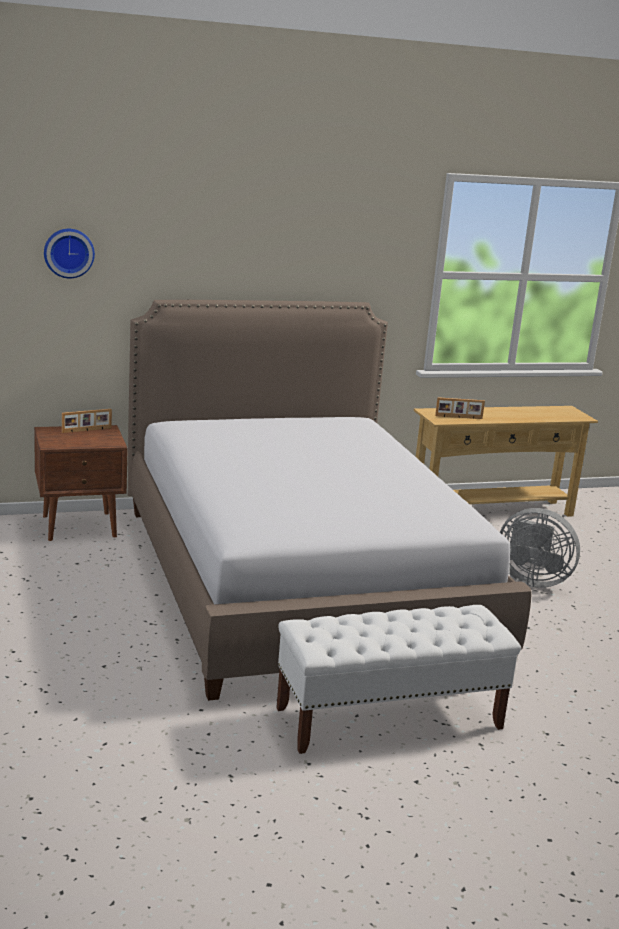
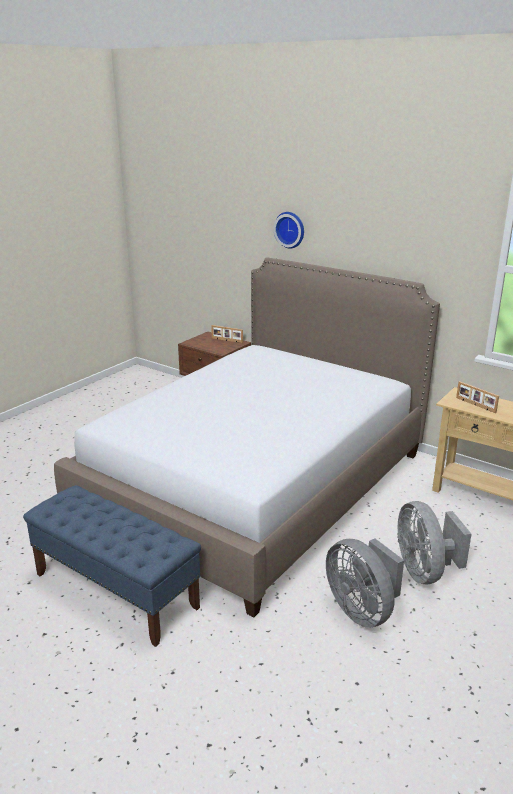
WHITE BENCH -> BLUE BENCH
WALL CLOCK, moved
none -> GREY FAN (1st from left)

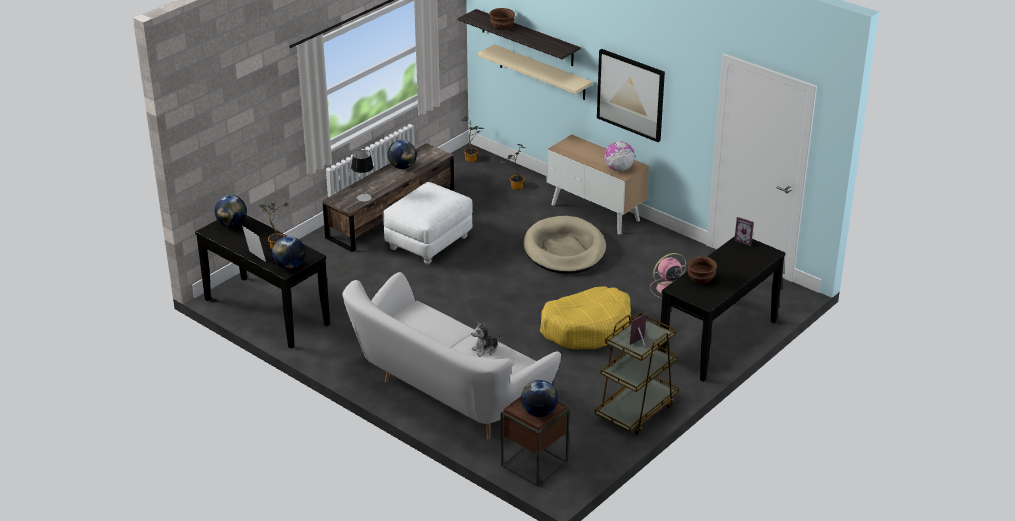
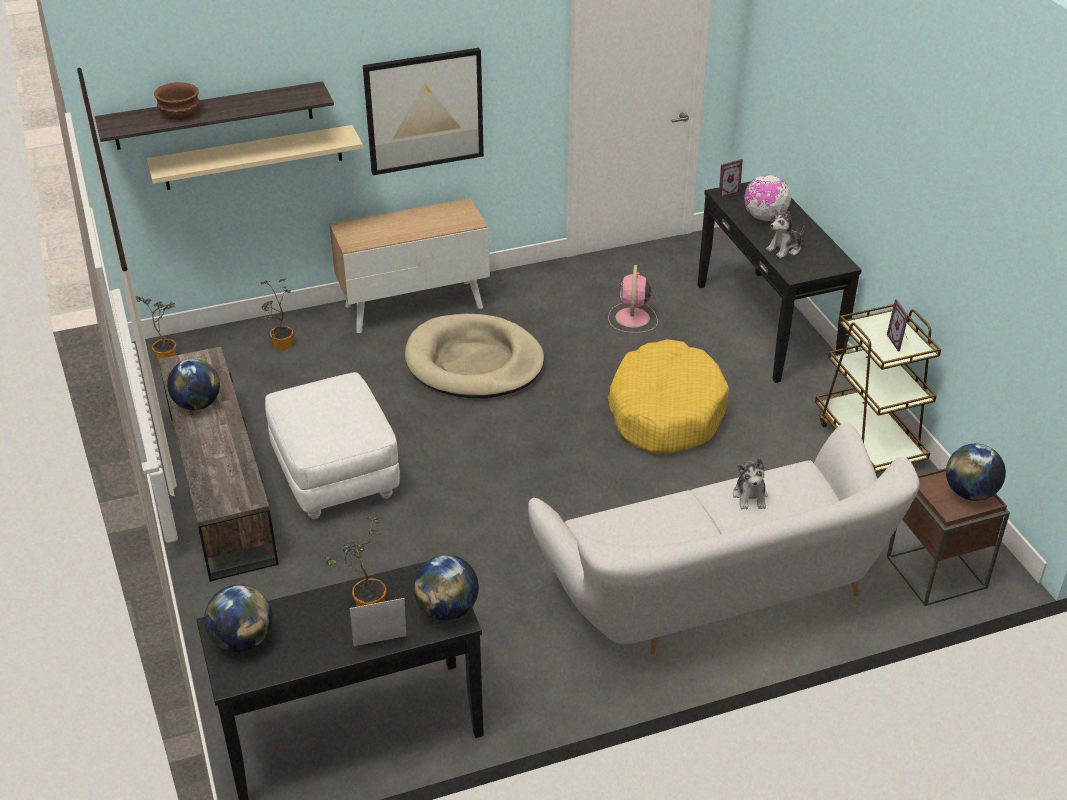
GLOBE (5th from left in the first image) -> GLOBE (4th from left), moved
BROWN BOWL (2nd from left) -> PLUSH TOY (2nd from left)
TABLE LAMP -> none

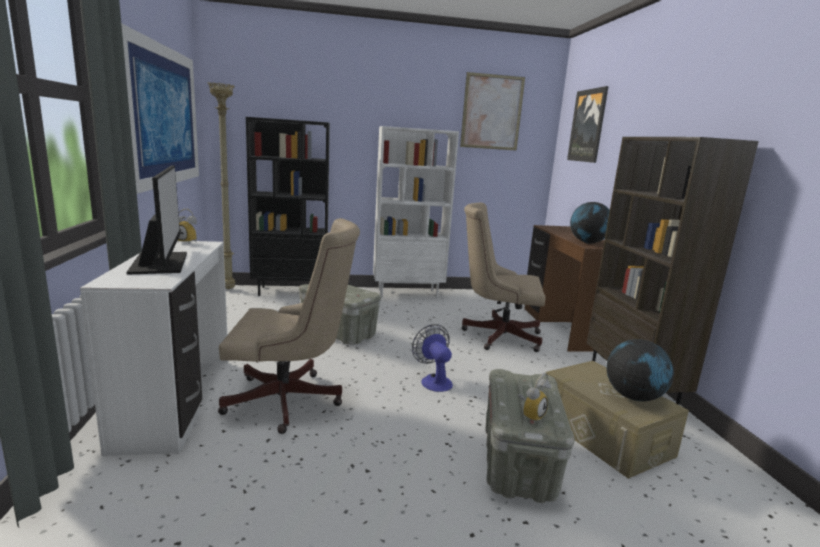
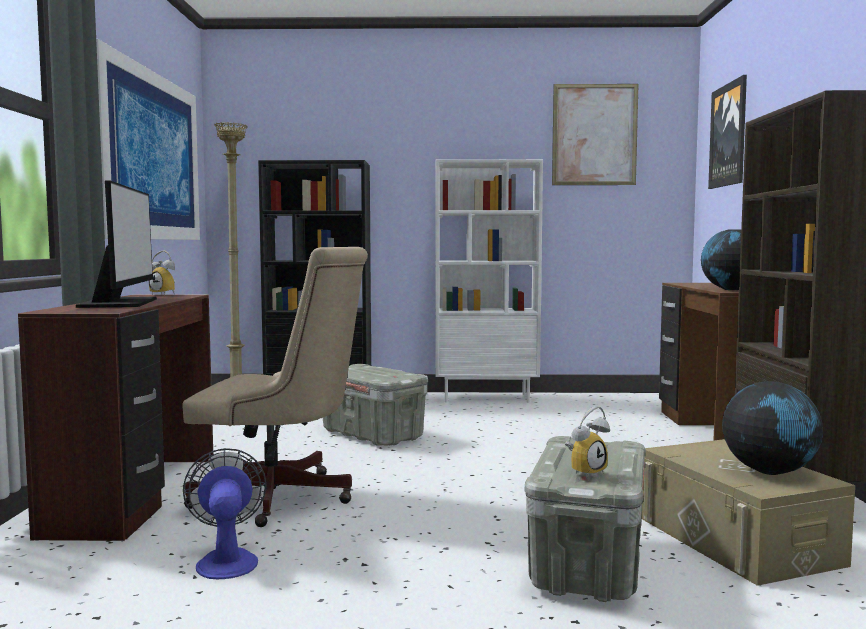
WHITE DESK -> BROWN DESK (1st from left)
FAN, moved
BEIGE OFFICE CHAIR (2nd from left) -> none

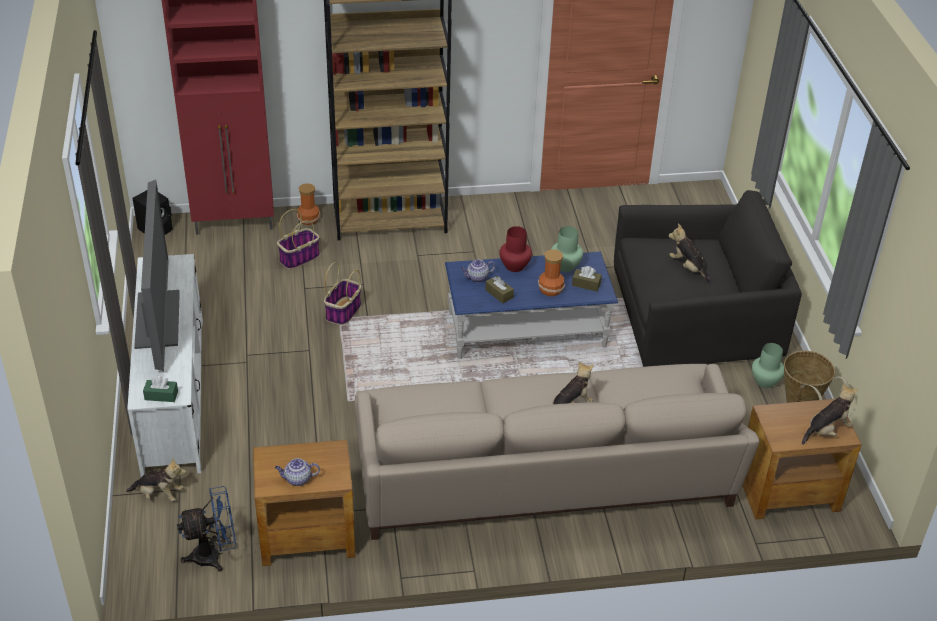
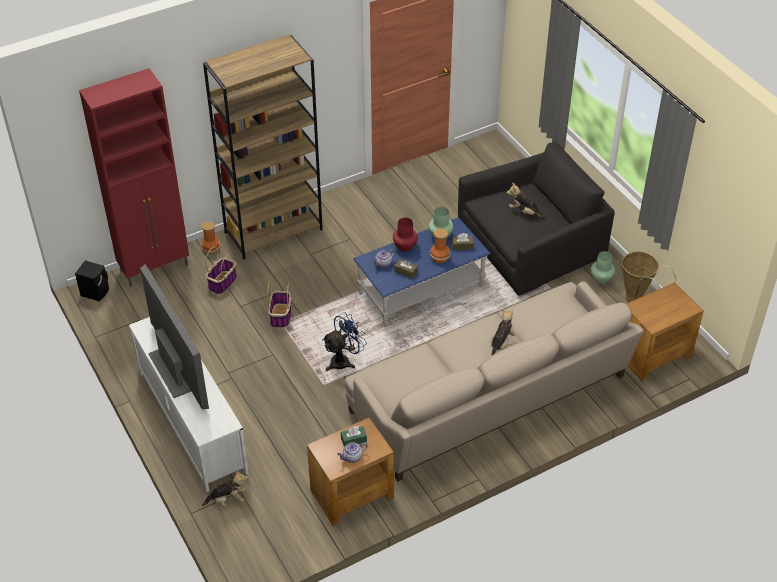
BLUE FAN, moved
GREEN TISSUE BOX, moved
PLUSH TOY (4th from left) -> none

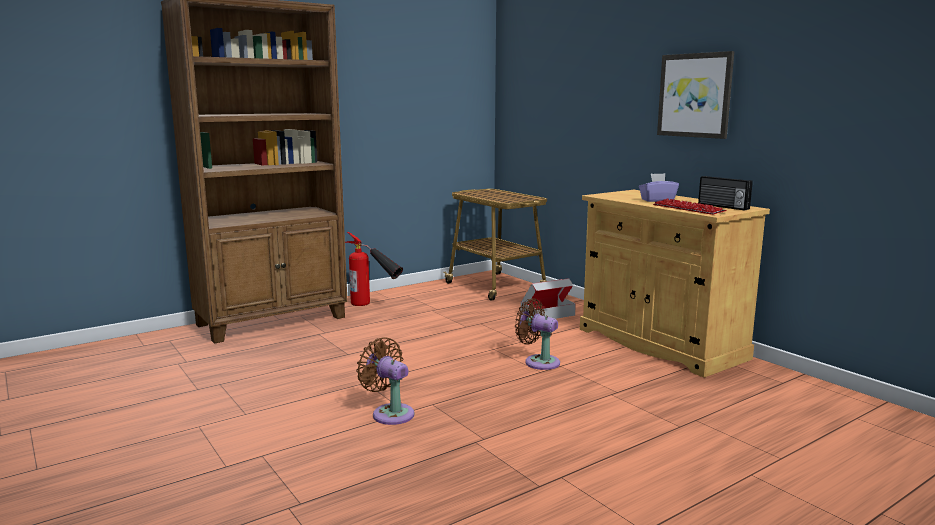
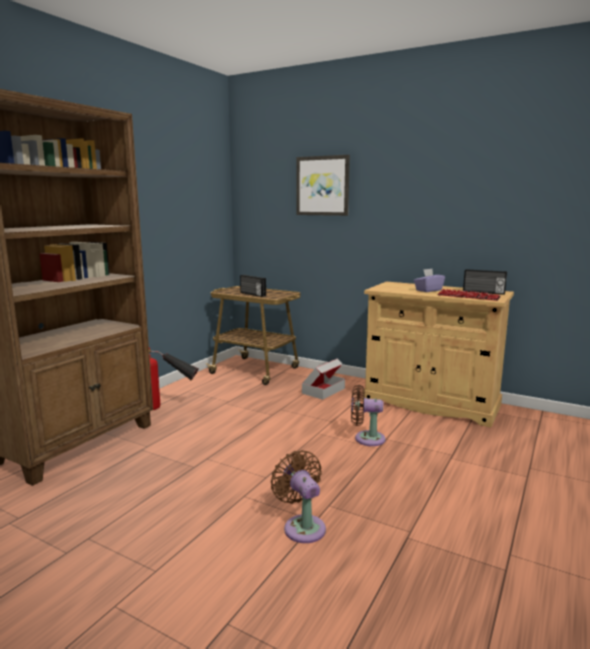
none -> RADIO (1st from left)
BROWN FAN (1st from left), 45 degrees clockwise
PICTURE, moved

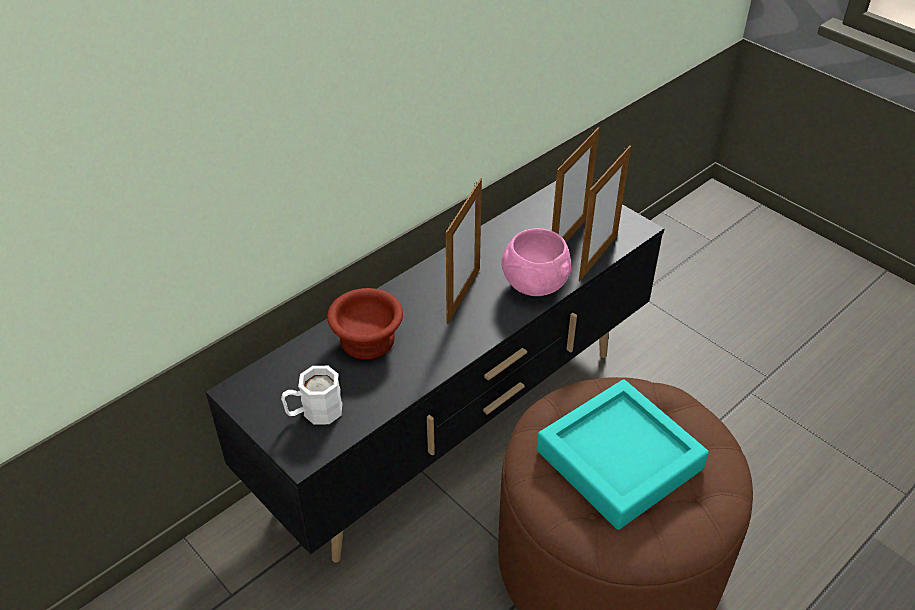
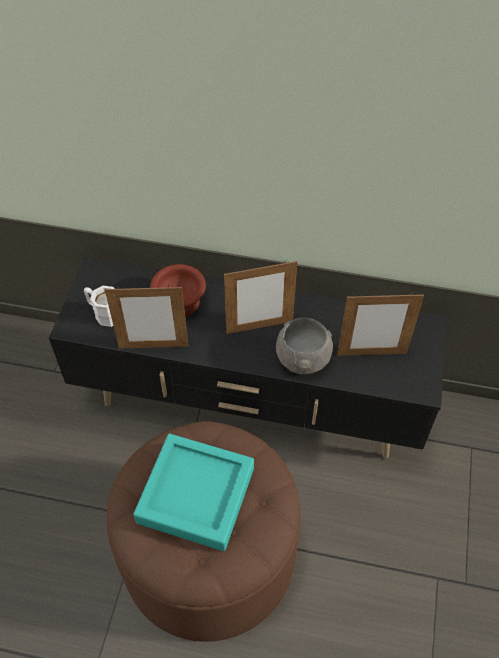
PICTURE FRAME (3rd from left in the first image) -> PICTURE FRAME (1st from left), moved
PINK BOWL -> GREY BOWL

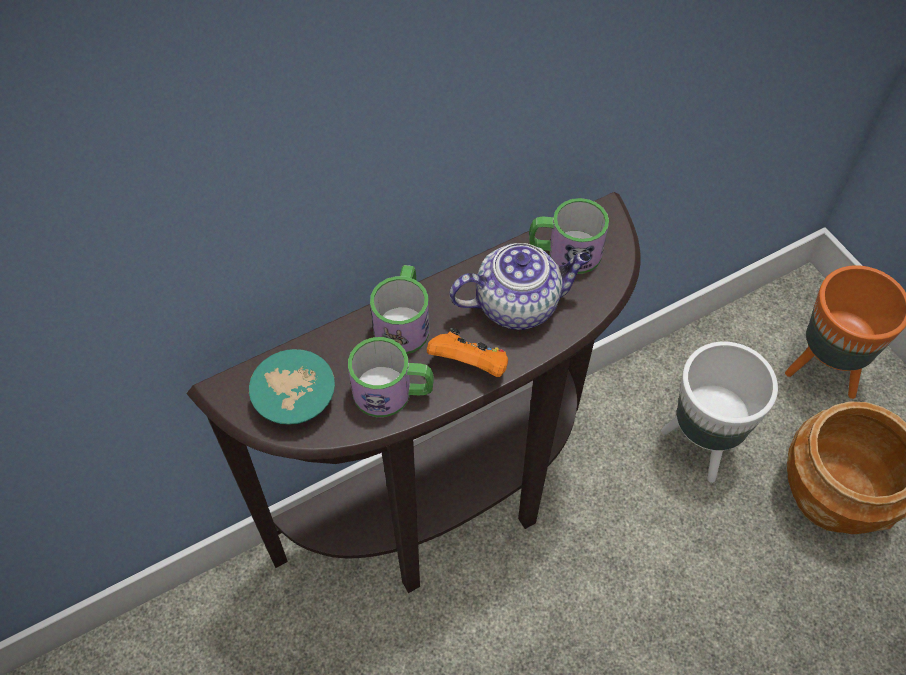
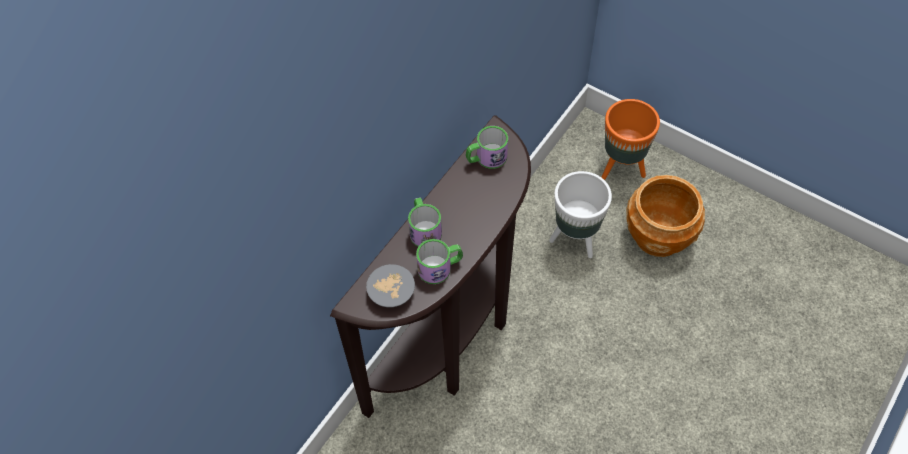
TURQUOISE BOWL -> GREY BOWL
ORANGE GAME CONTROLLER -> none
TEAPOT -> none

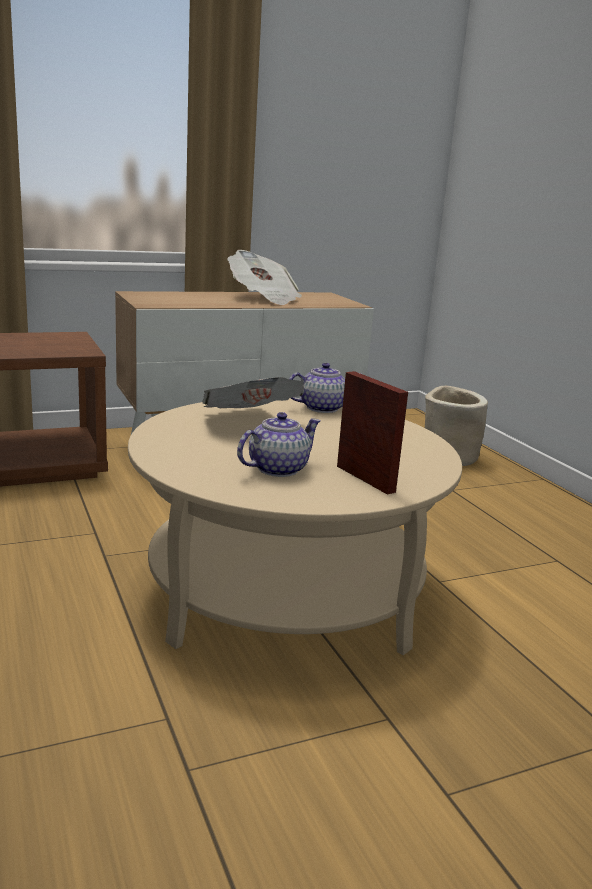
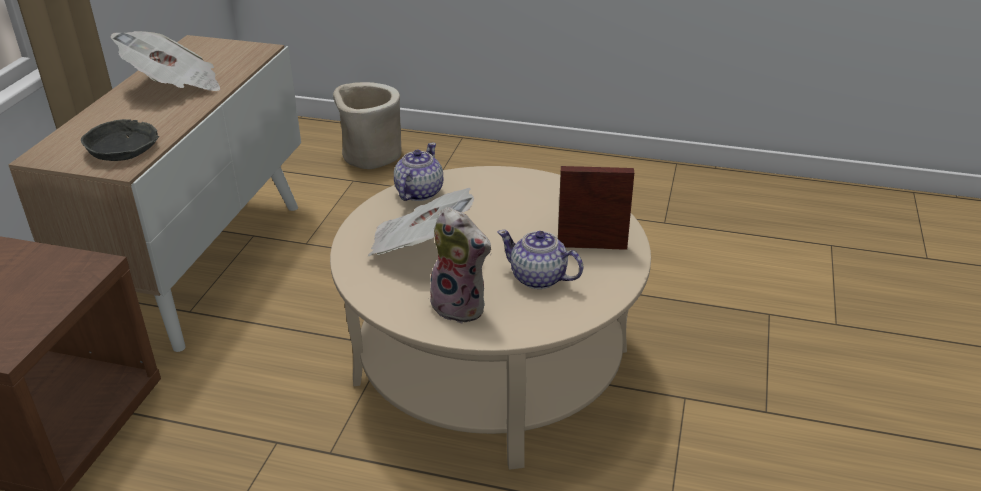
none -> GREY BOWL
none -> PLUSH TOY
TEAPOT (1st from left in the first image) -> TEAPOT (2nd from left), 60 degrees counterclockwise

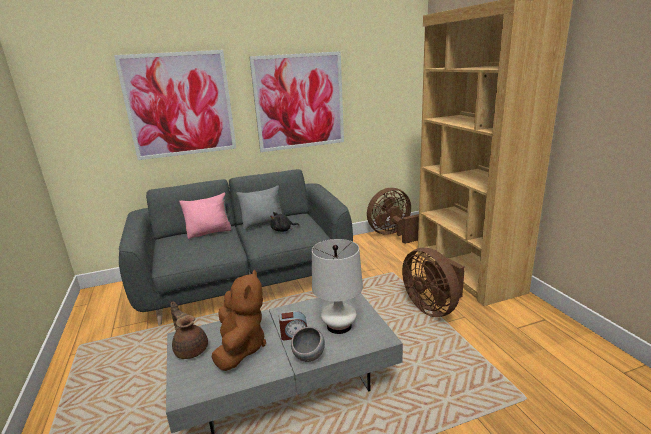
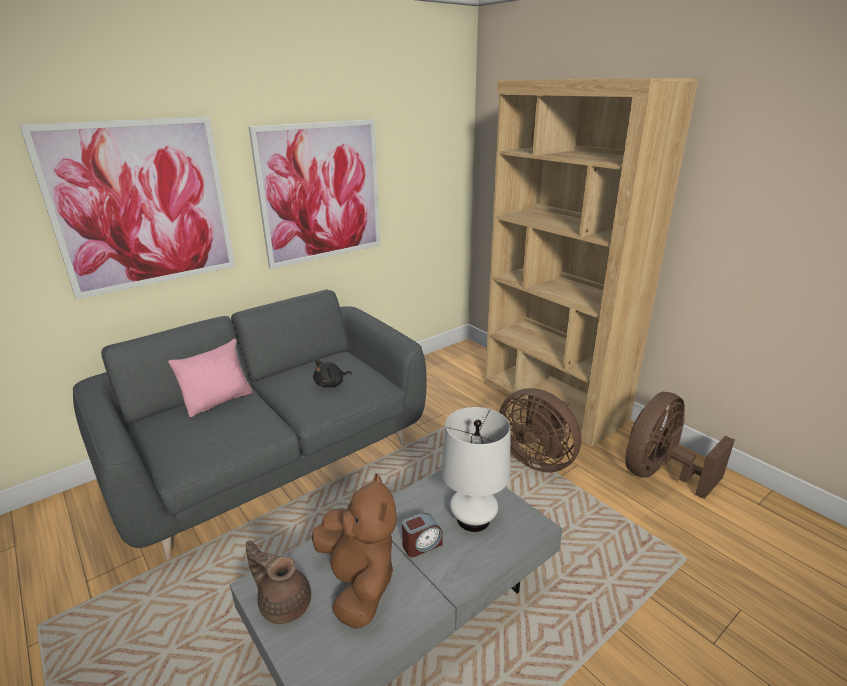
BROWN FAN (1st from left in the first image) -> BROWN FAN (2nd from left), moved
GREY PILLOW -> none
GREY BOWL -> none

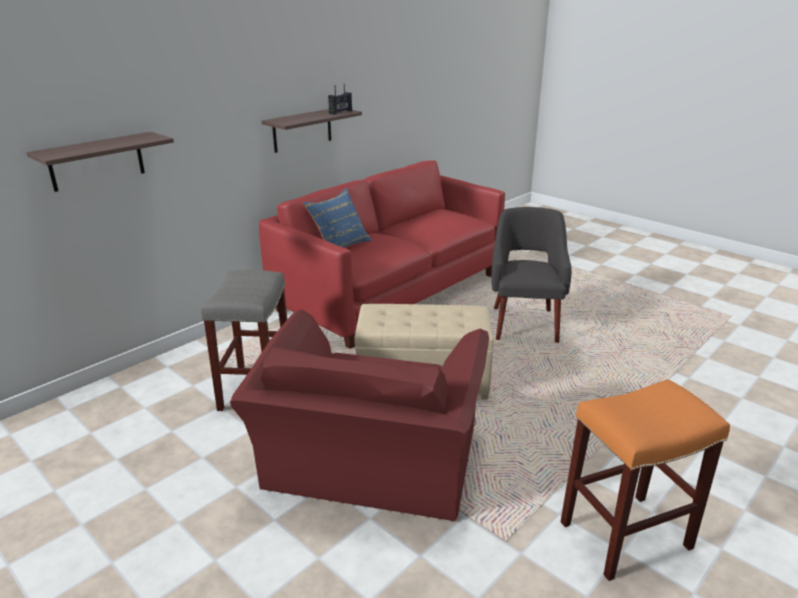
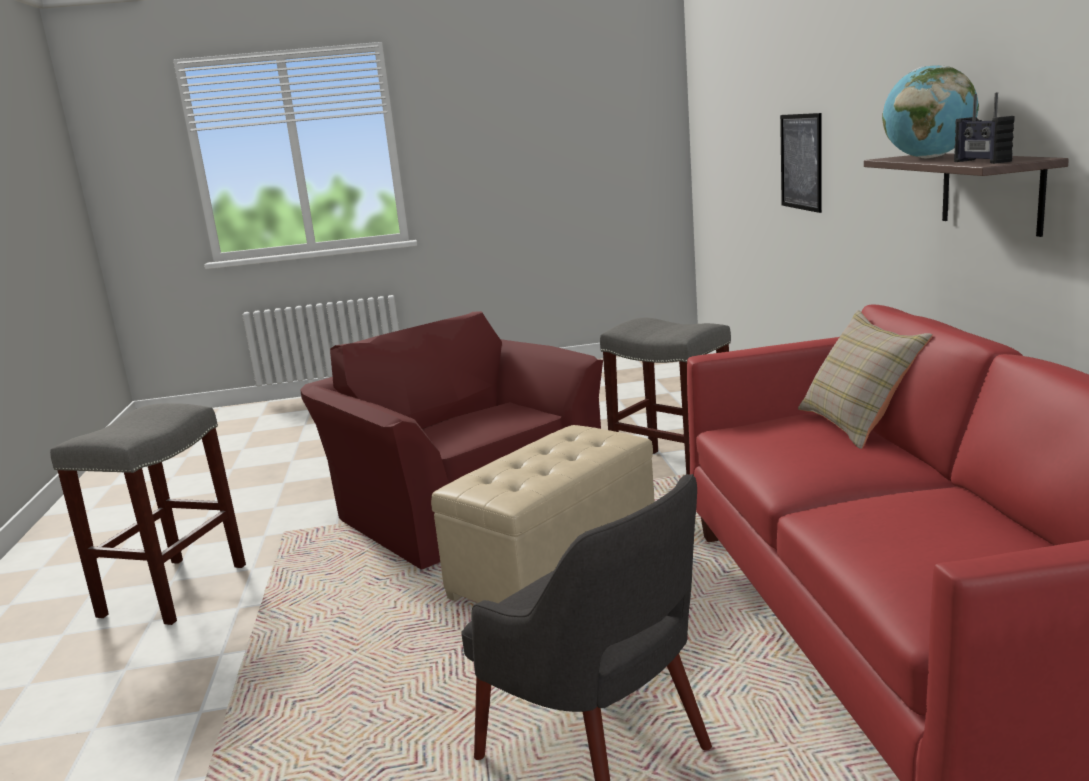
ORANGE STOOL -> GREY STOOL (1st from left)
SHELF (1st from left) -> PICTURE
BLUE PILLOW -> BEIGE PILLOW
none -> GLOBE

